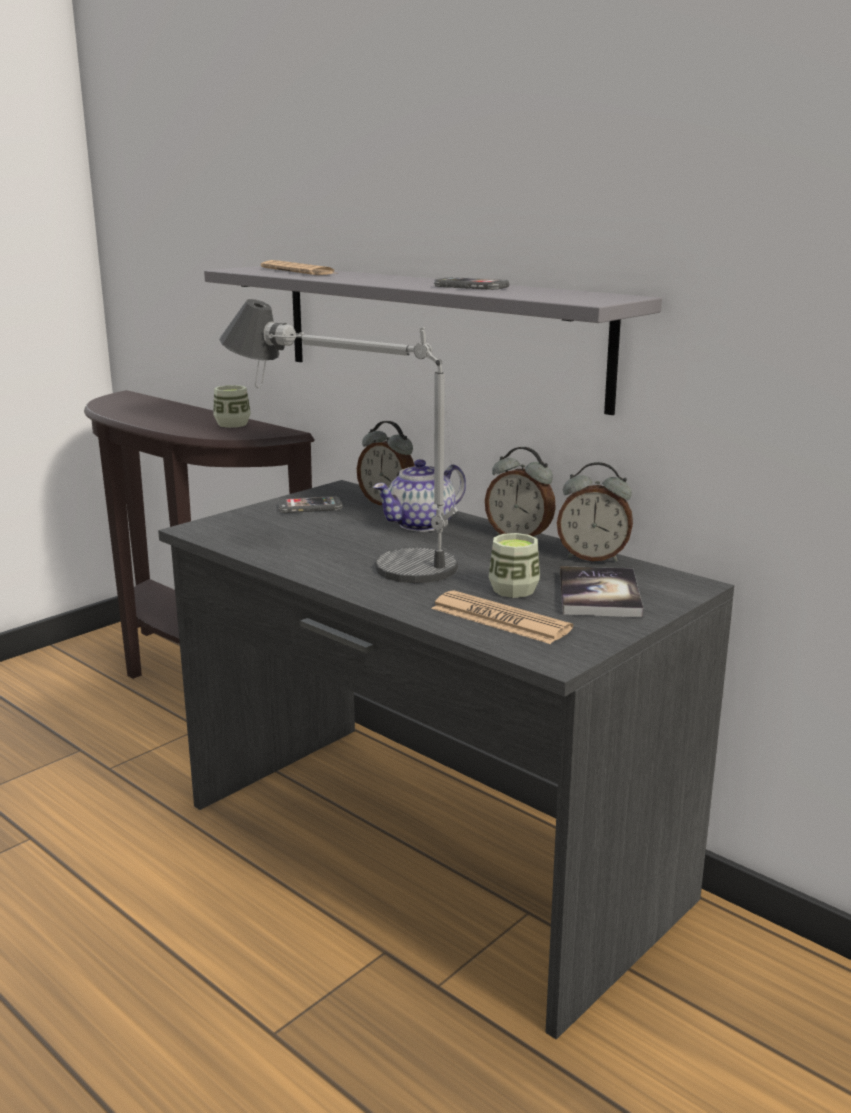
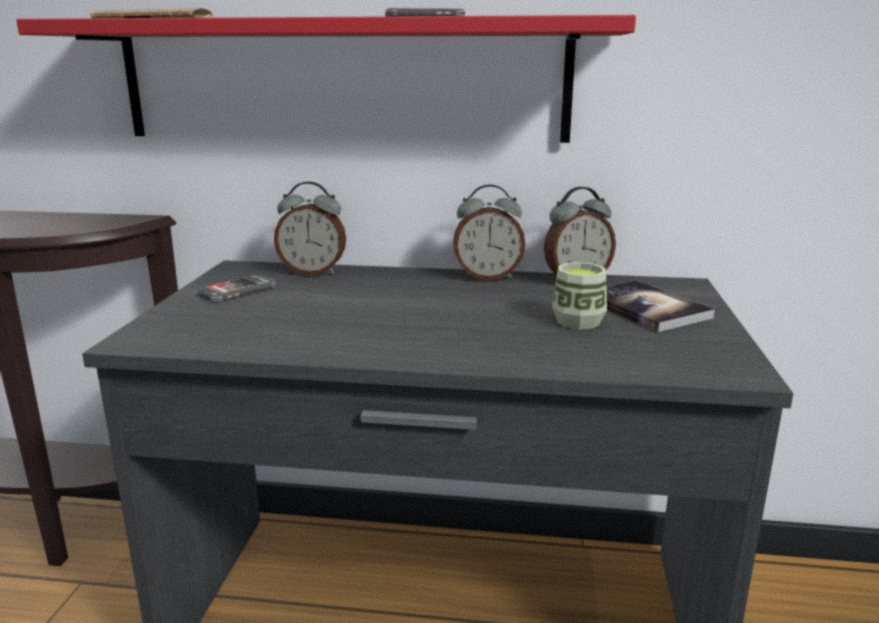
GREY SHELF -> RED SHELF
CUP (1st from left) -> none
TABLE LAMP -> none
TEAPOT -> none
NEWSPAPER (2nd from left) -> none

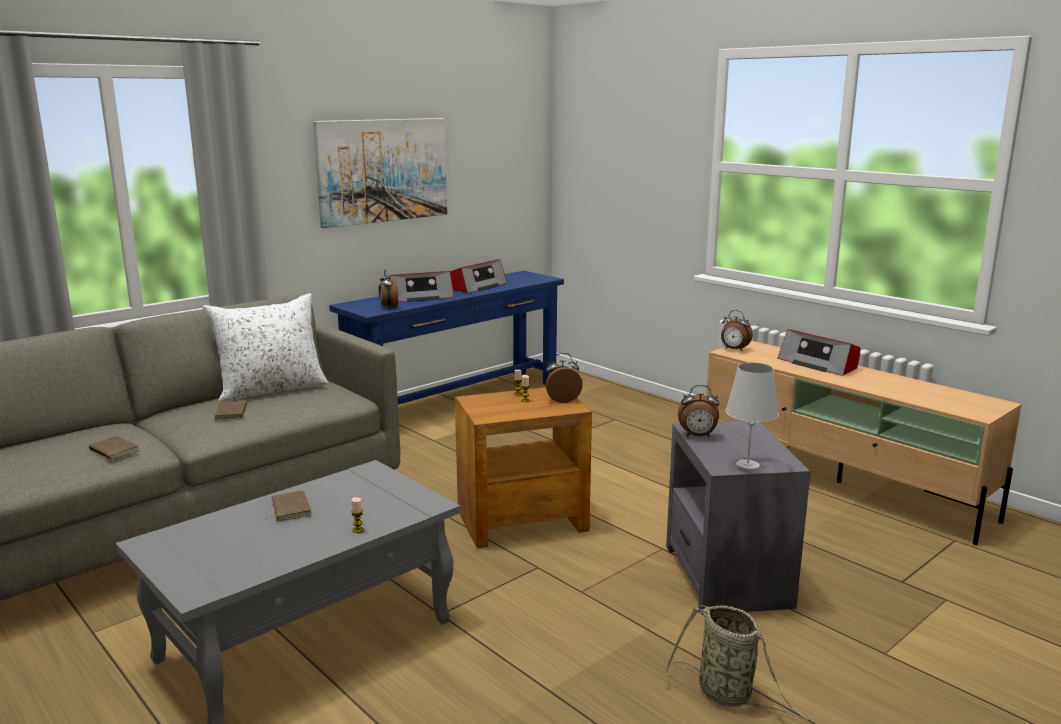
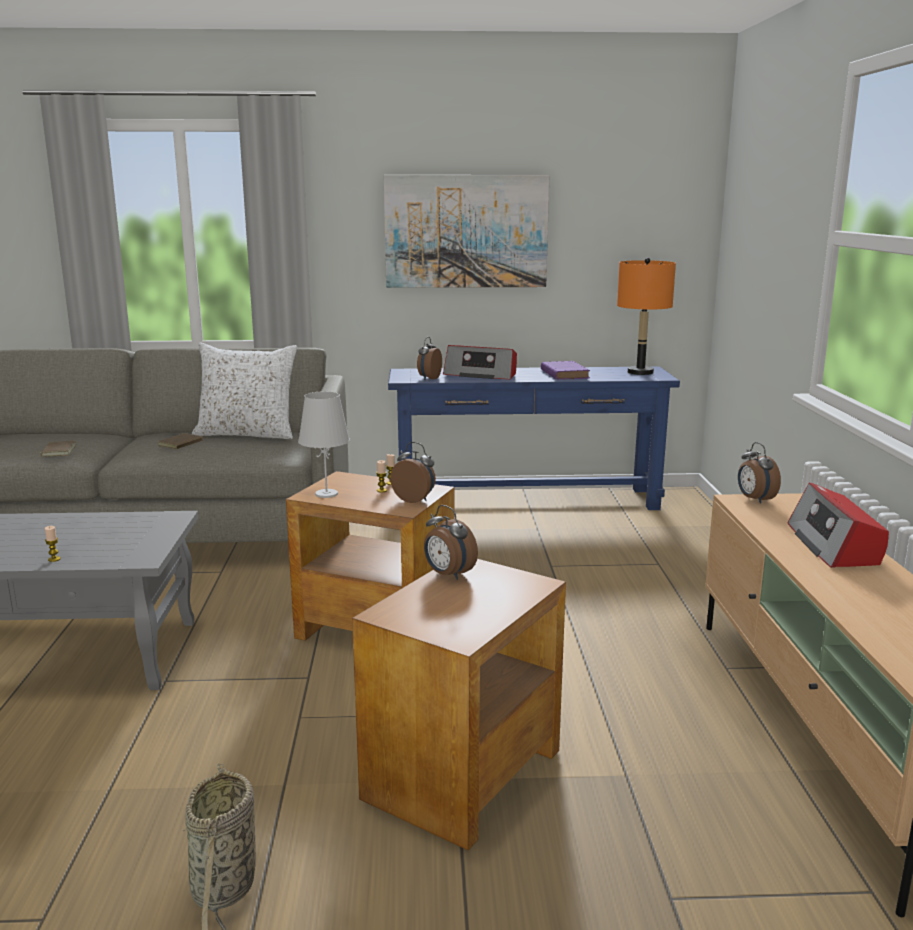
WHITE TABLE LAMP, moved
GREY SIDE TABLE -> BROWN SIDE TABLE (2nd from left)
RADIO (2nd from left) -> PURPLE BOOK
none -> ORANGE TABLE LAMP
BROWN BOOK (3rd from left) -> none

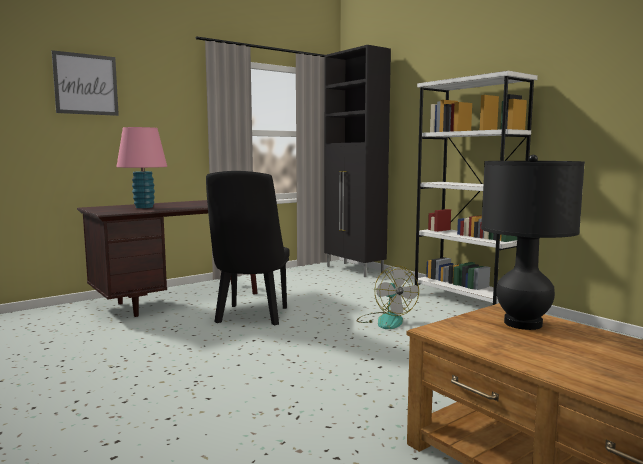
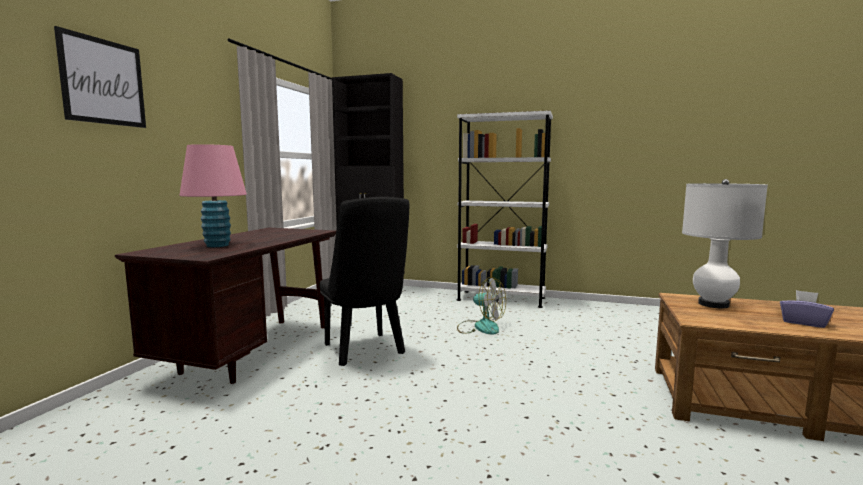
BLACK TABLE LAMP -> WHITE TABLE LAMP
none -> PURPLE TISSUE BOX

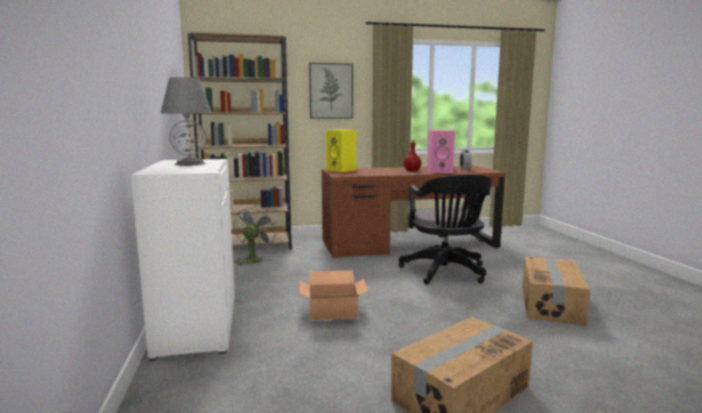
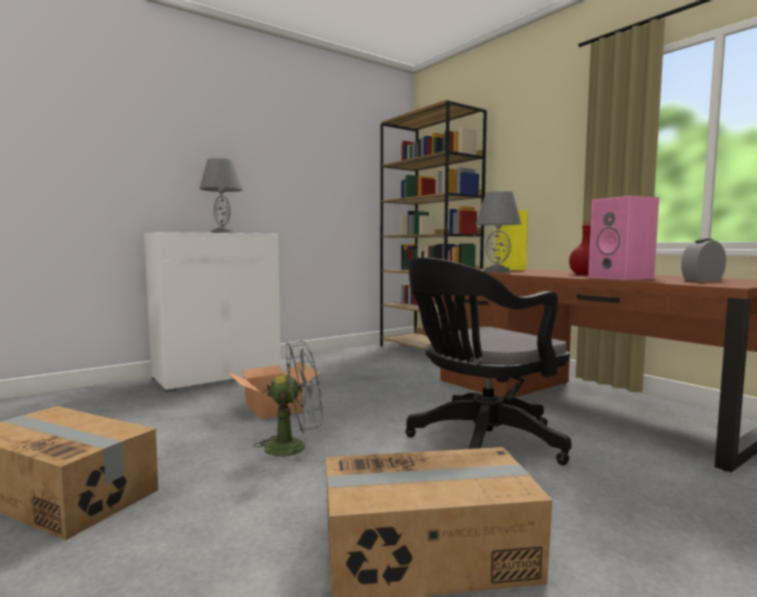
GREY FAN, moved
none -> GREY TABLE LAMP (2nd from left)
PICTURE -> none

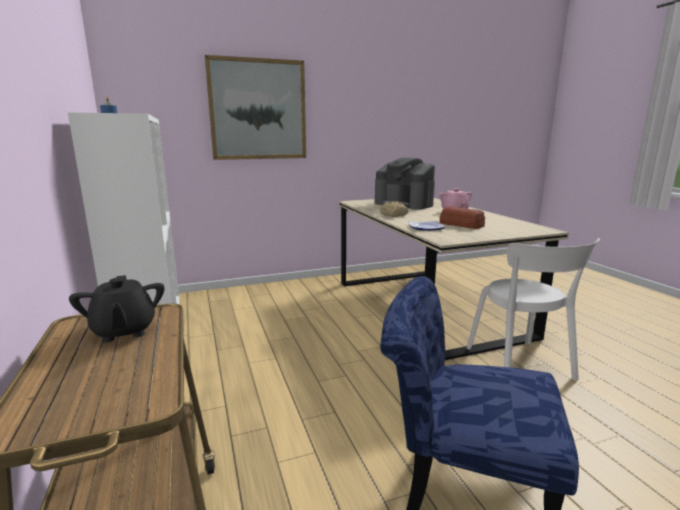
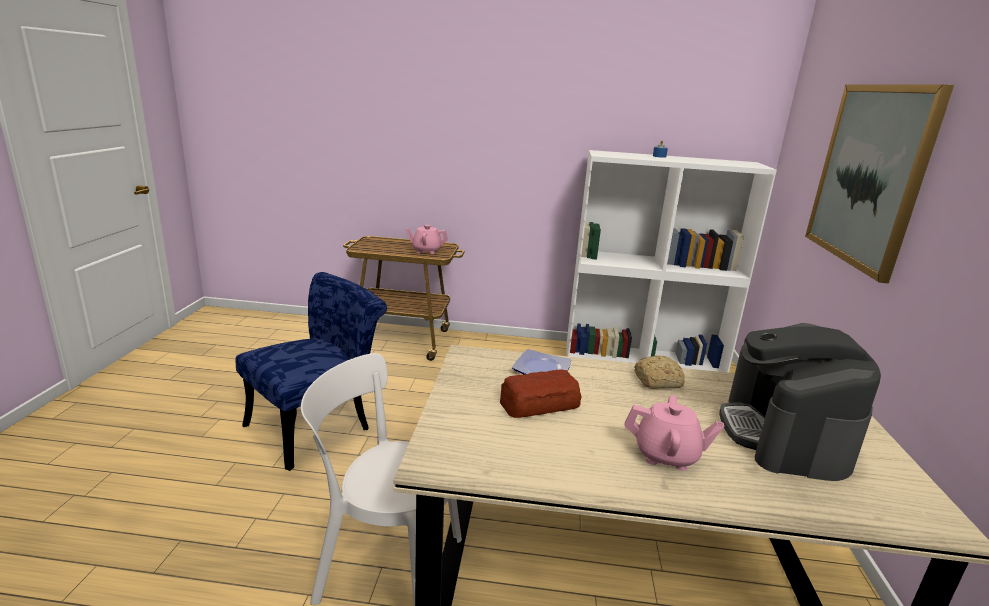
BLACK TEAPOT -> PINK TEAPOT (1st from left)
COFFEE MACHINE, 60 degrees counterclockwise

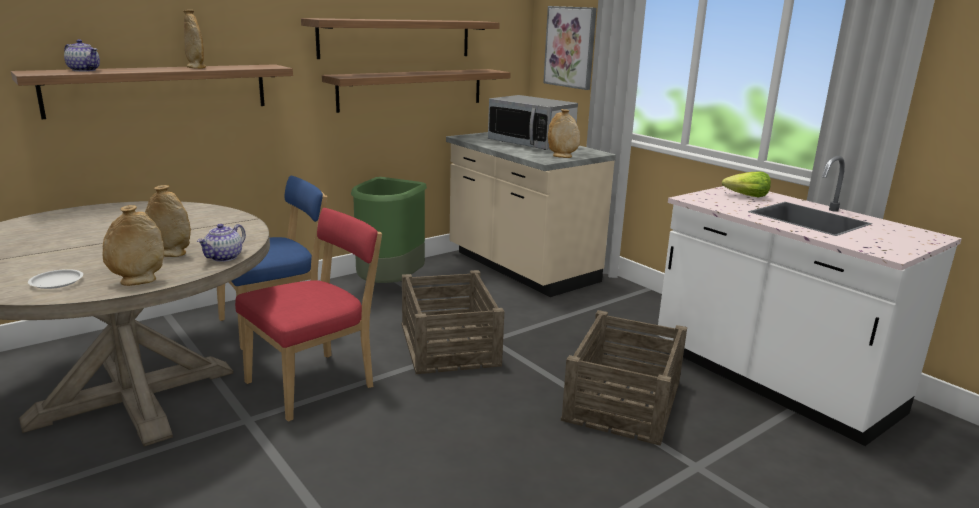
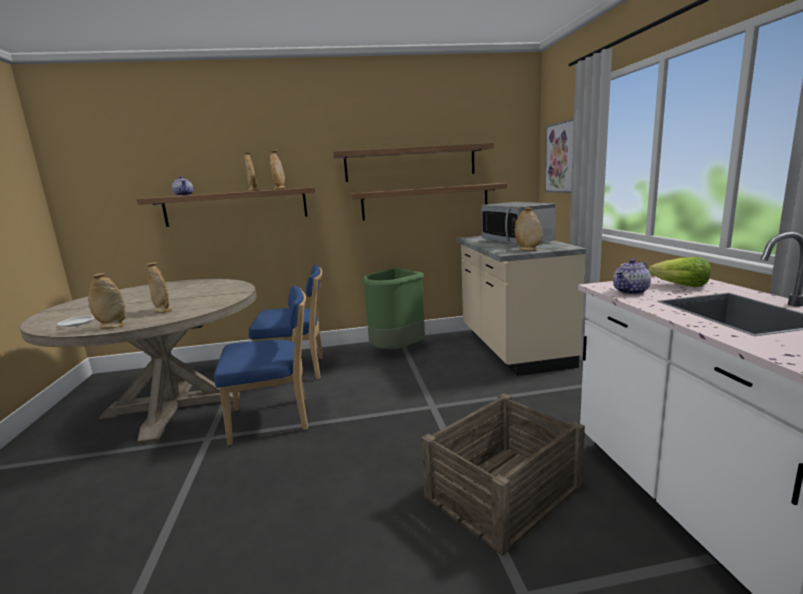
RED CHAIR -> BLUE CHAIR (1st from left)
none -> BEIGE VASE (4th from left)
TEAPOT (2nd from left), moved
CRATE (1st from left) -> none

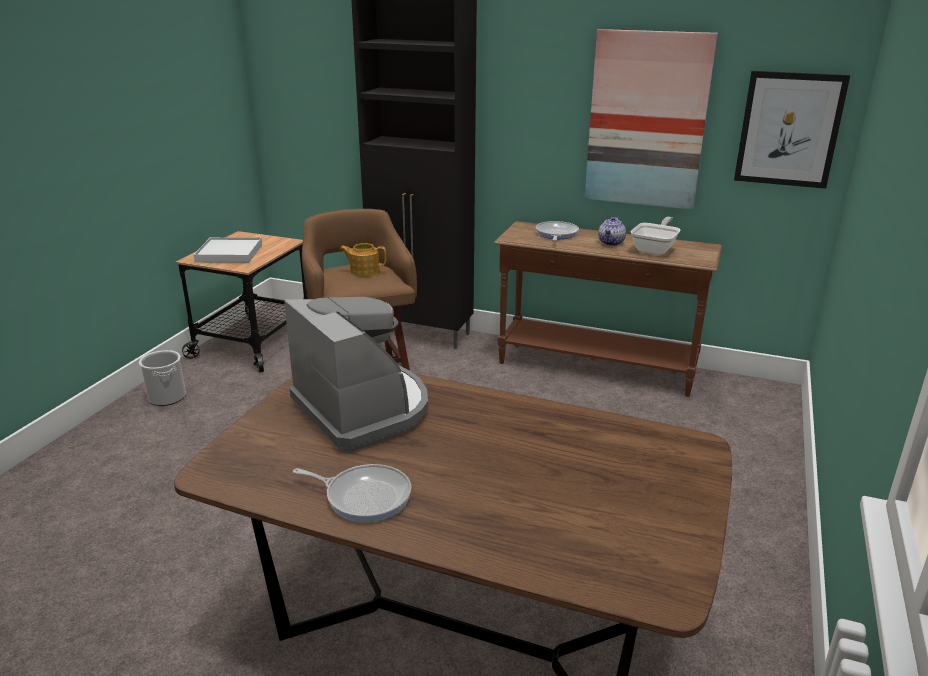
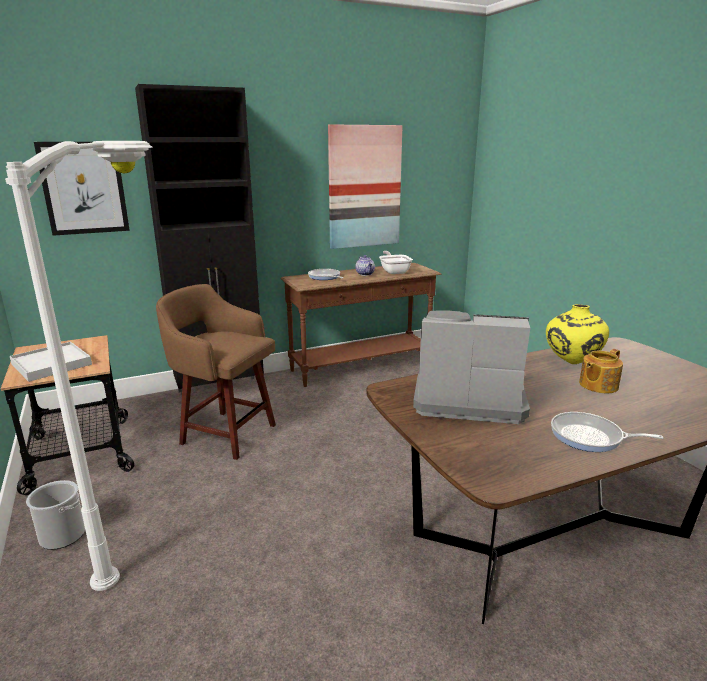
none -> WHITE FLOOR LAMP
PICTURE (2nd from left in the first image) -> PICTURE (1st from left), moved
none -> YELLOW VASE
FRYING PAN (1st from left in the first image) -> FRYING PAN (3rd from left), 135 degrees counterclockwise
TEAPOT (1st from left in the first image) -> TEAPOT (2nd from left), moved

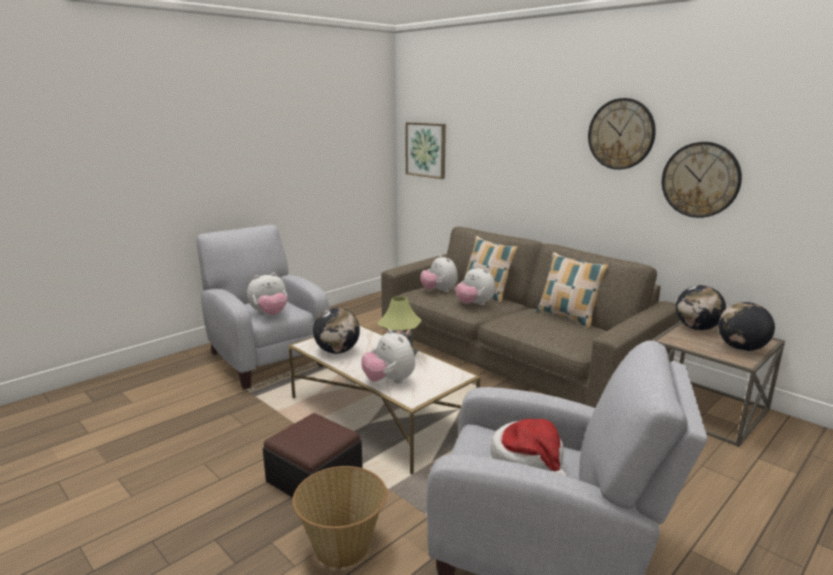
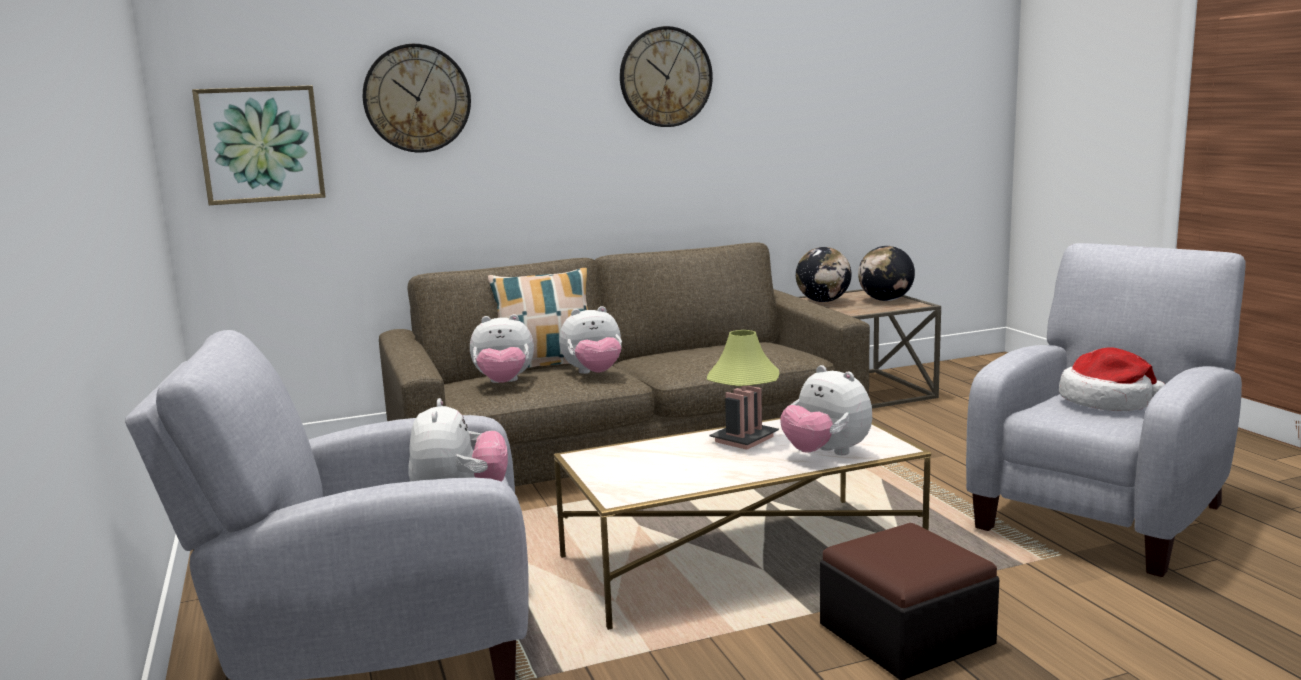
WALL CLOCK (2nd from left in the first image) -> WALL CLOCK (1st from left), moved
PLUSH TOY (2nd from left in the first image) -> PLUSH TOY (4th from left), 60 degrees clockwise
BASKET -> none
GLOBE (1st from left) -> none
PILLOW (2nd from left) -> none

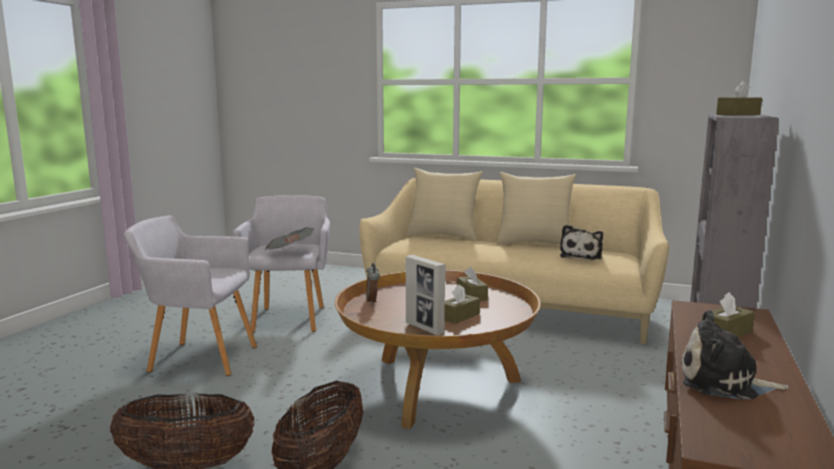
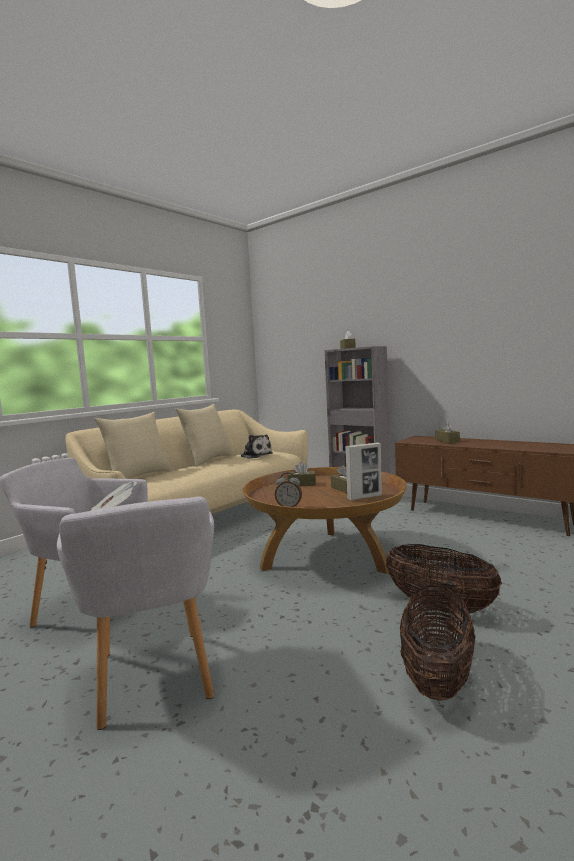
GREY ARMCHAIR (1st from left in the first image) -> GREY ARMCHAIR (2nd from left), 45 degrees counterclockwise
PLUSH TOY (2nd from left) -> none

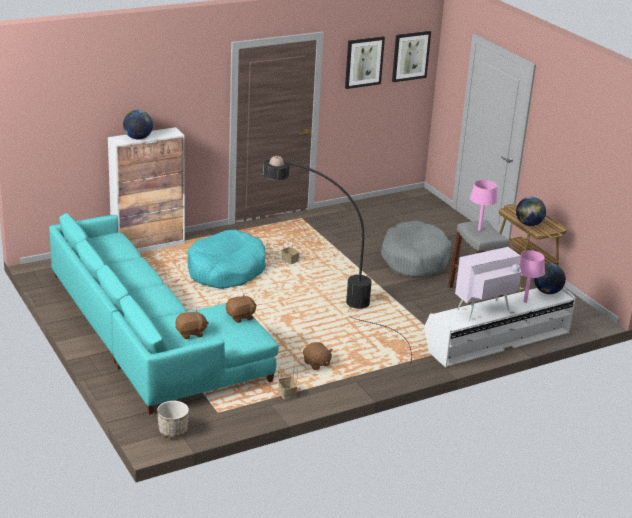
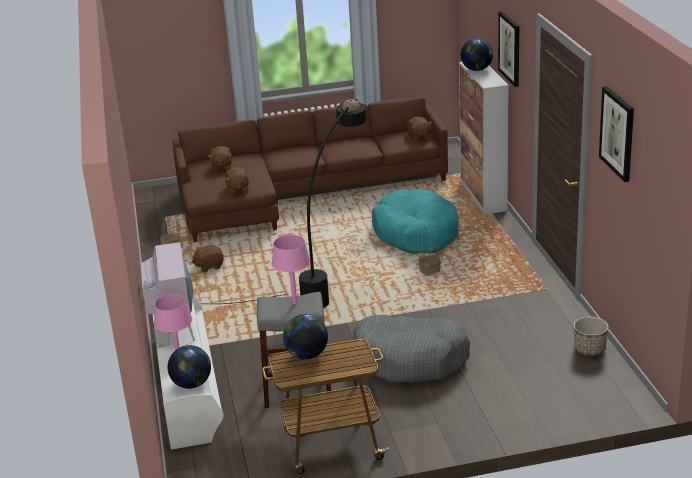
TURQUOISE SOFA -> BROWN SOFA
none -> BROWN PLUSH TOY (4th from left)
PICTURE (2nd from left in the first image) -> PICTURE (1st from left), moved
PLANTER, moved

